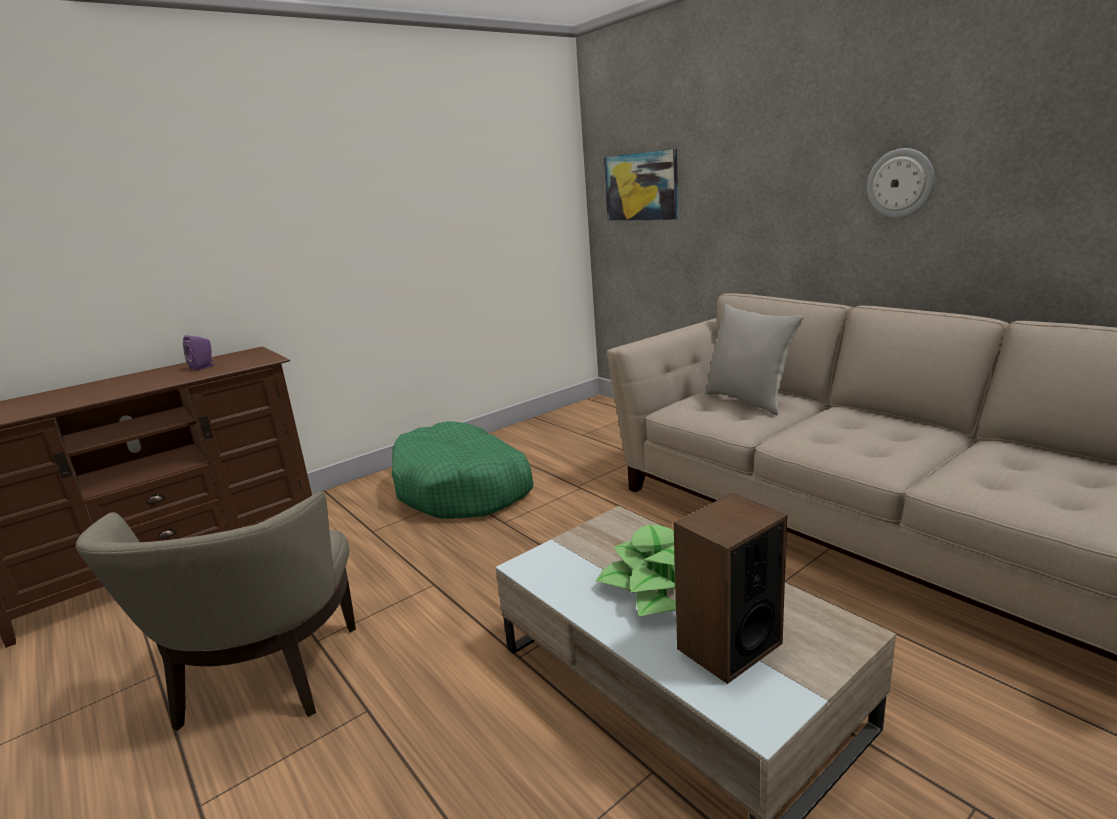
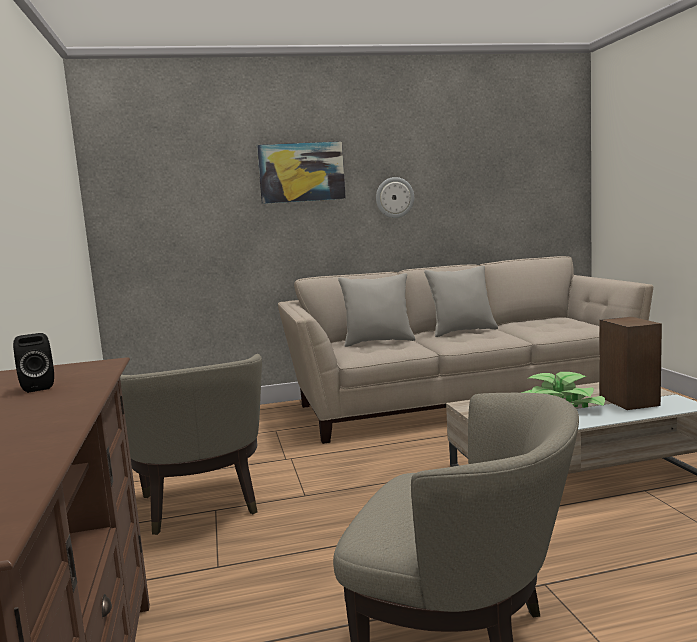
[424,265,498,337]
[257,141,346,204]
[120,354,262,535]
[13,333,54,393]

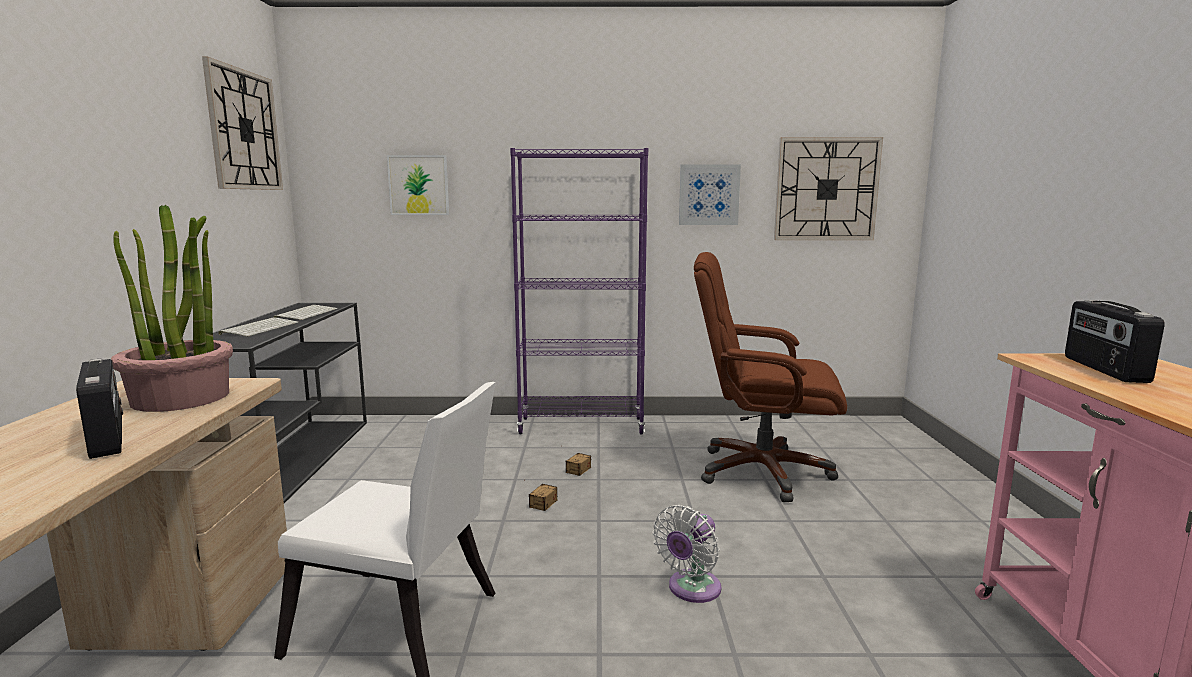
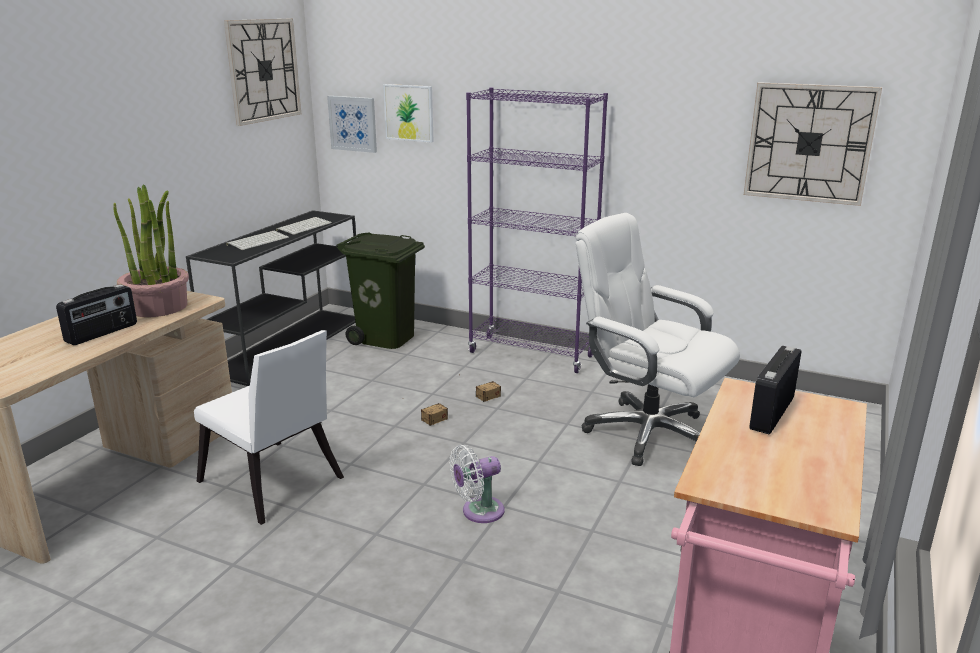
[336,232,425,349]
[327,96,377,153]
[576,213,740,466]
[56,284,137,345]

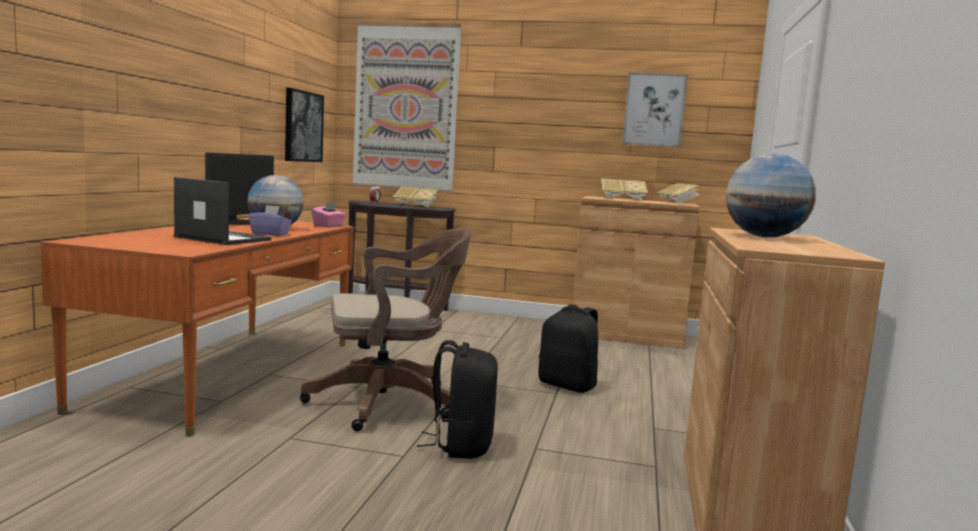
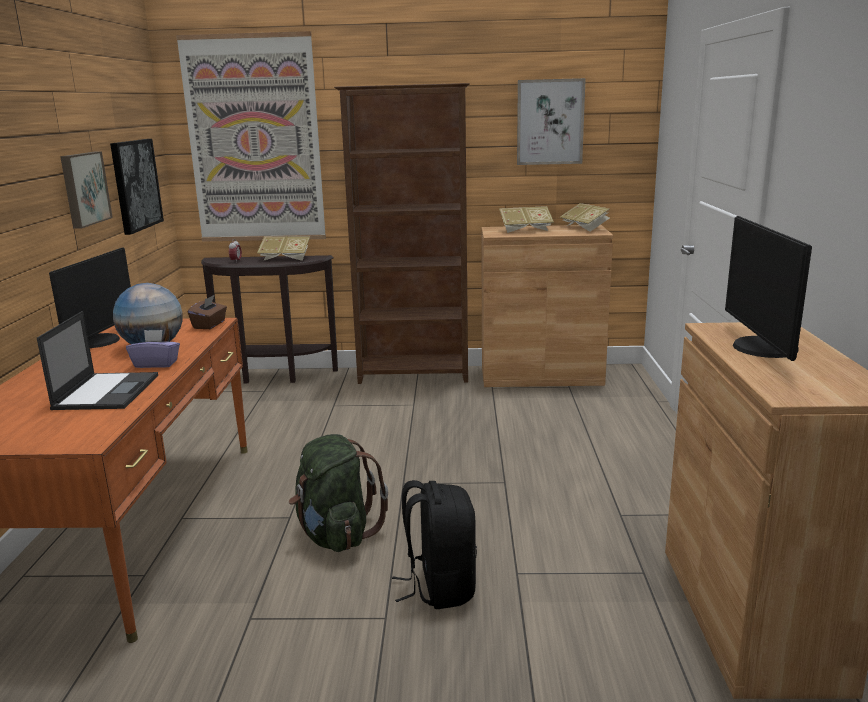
[539,304,598,393] (first image)
[60,151,113,229]
[334,83,470,384]
[289,434,388,552]
[725,216,812,361]
[188,295,227,329]
[37,311,158,410]

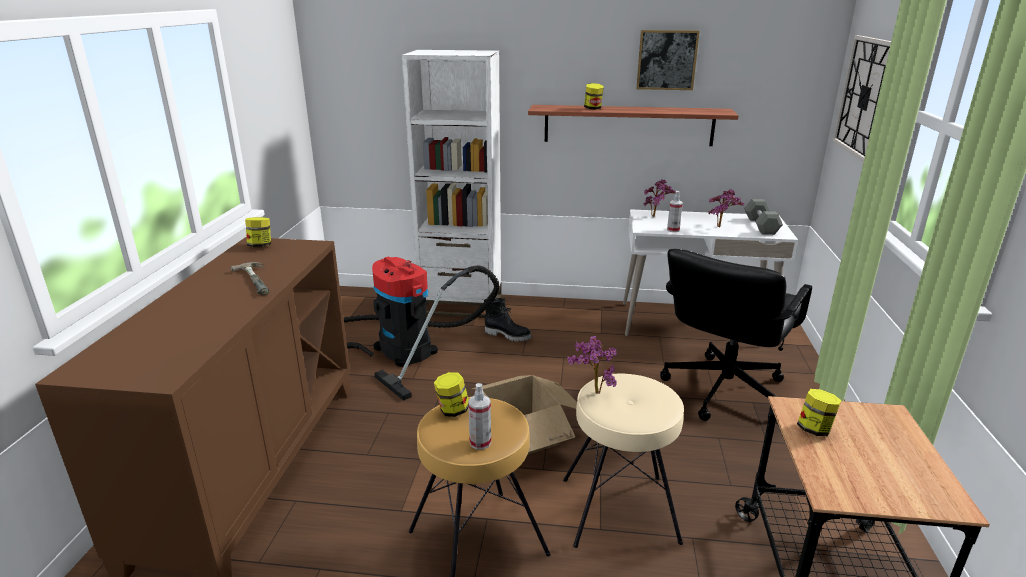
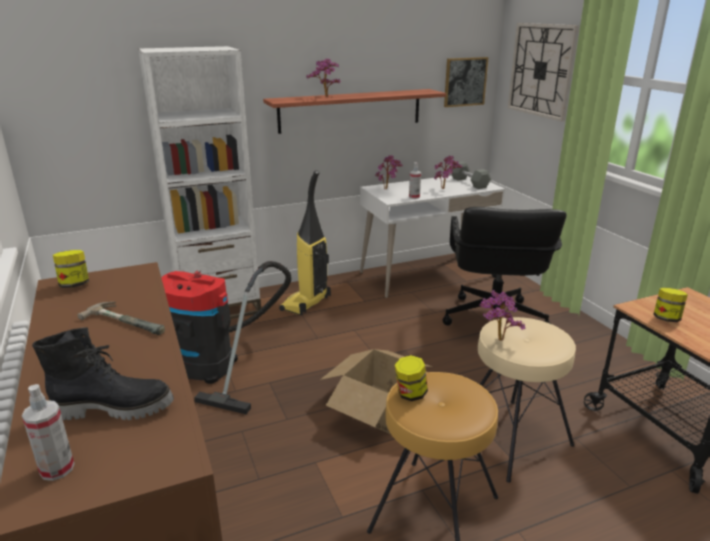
[279,170,331,315]
[22,384,74,481]
[32,327,174,420]
[444,57,489,107]
[307,59,341,97]

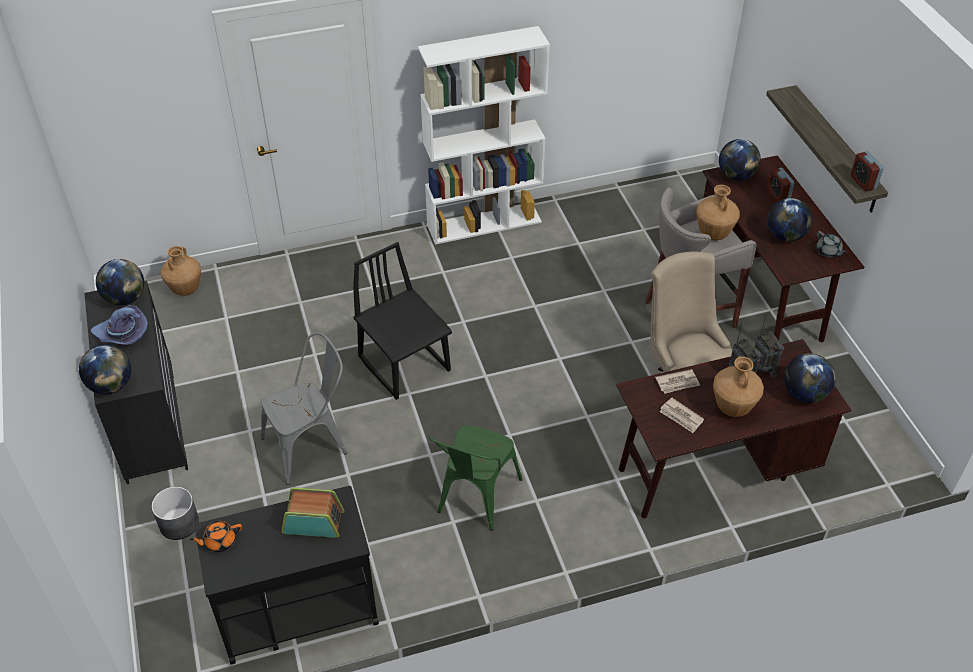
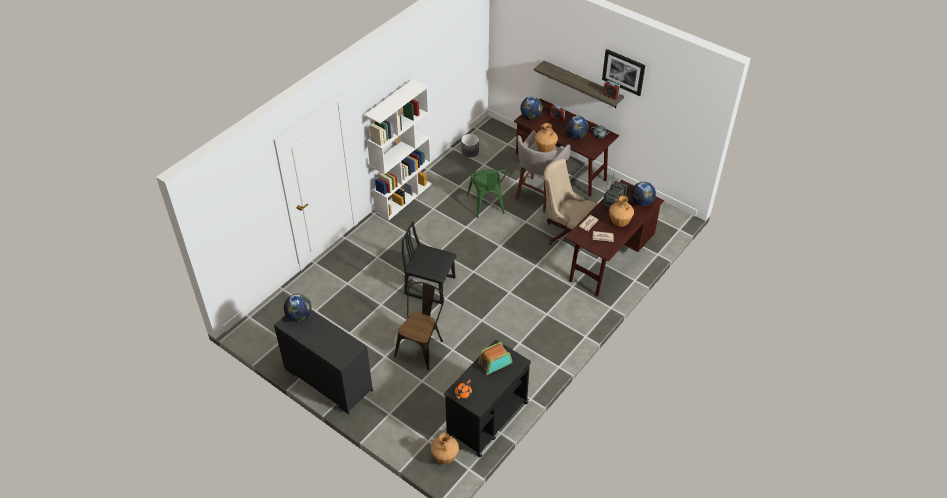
[79,345,131,394] (first image)
[91,305,148,345] (first image)
[602,49,645,96]
[461,134,479,157]
[431,432,459,464]
[467,169,509,218]
[394,282,444,370]

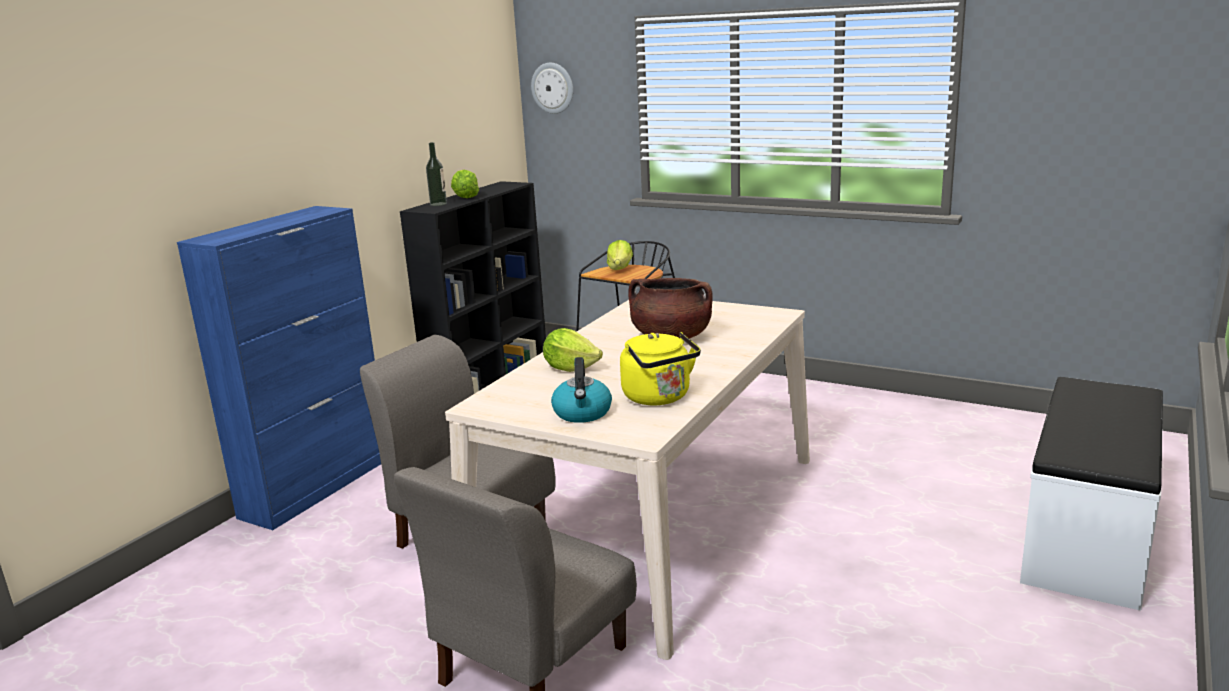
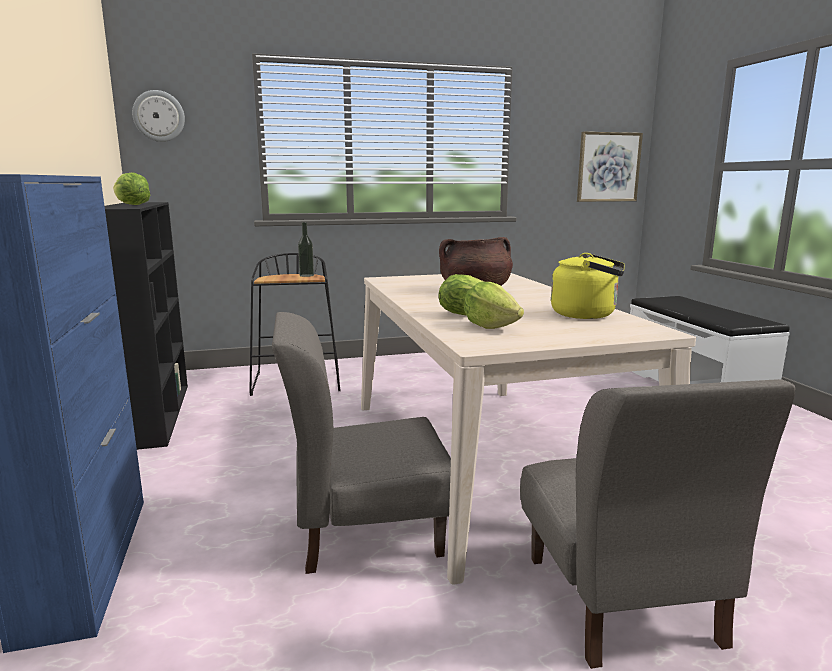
[551,357,612,423] (first image)
[577,132,643,202]
[298,222,314,277]
[464,282,524,329]

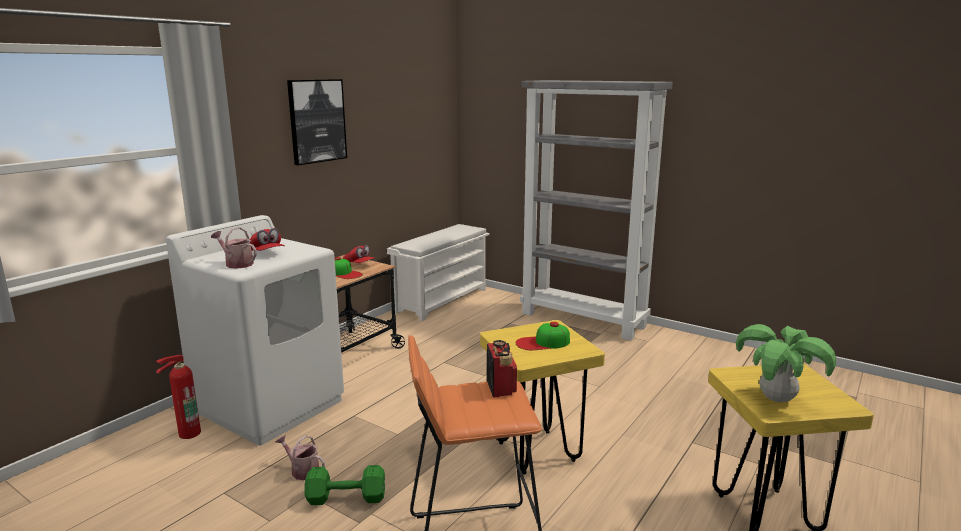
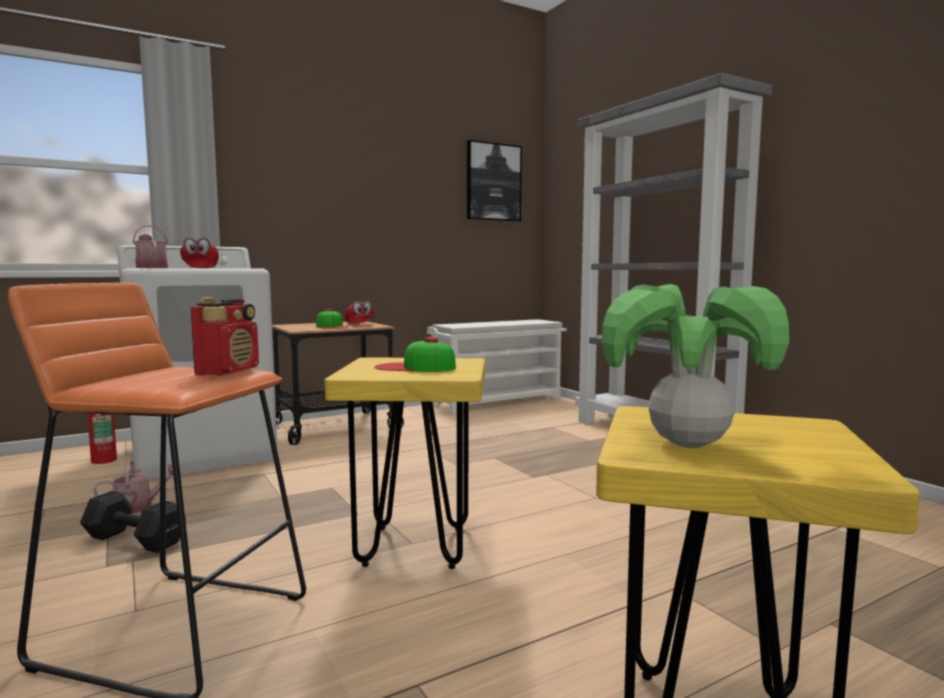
[467,140,522,222]
[80,491,186,553]
[93,459,181,514]

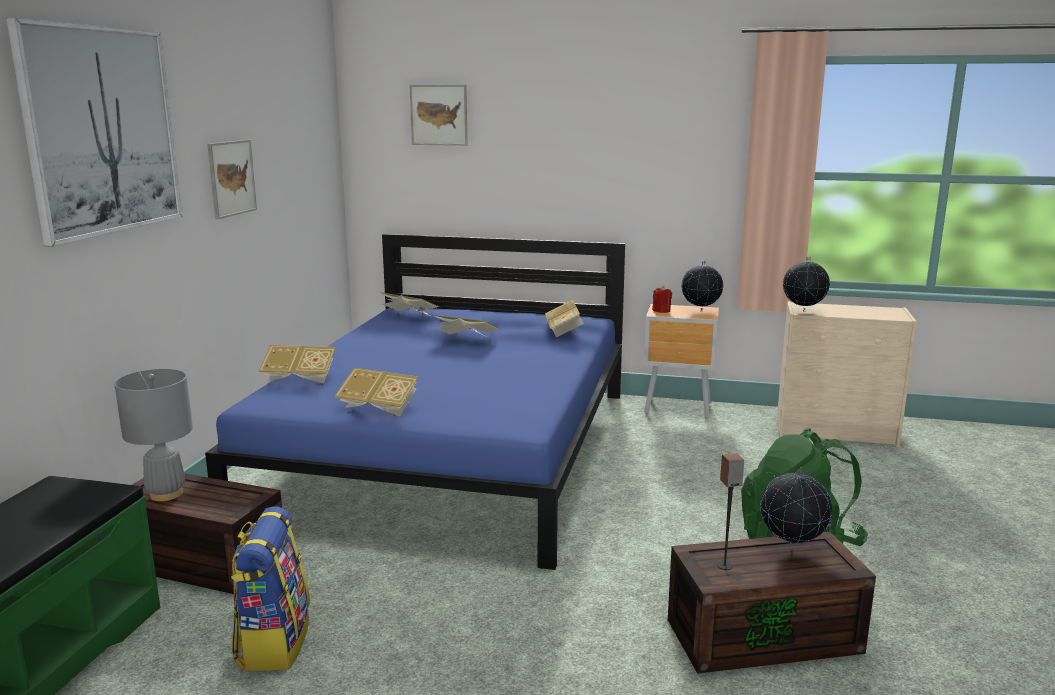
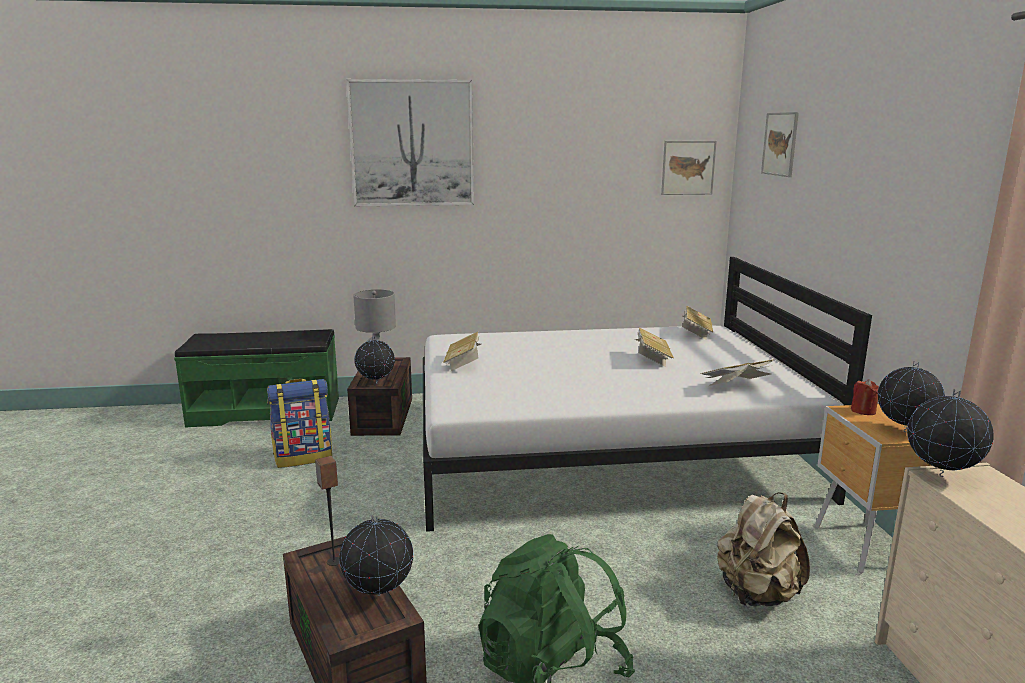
[258,345,336,383] (first image)
[355,336,395,384]
[717,492,810,607]
[661,141,717,195]
[423,257,872,532]

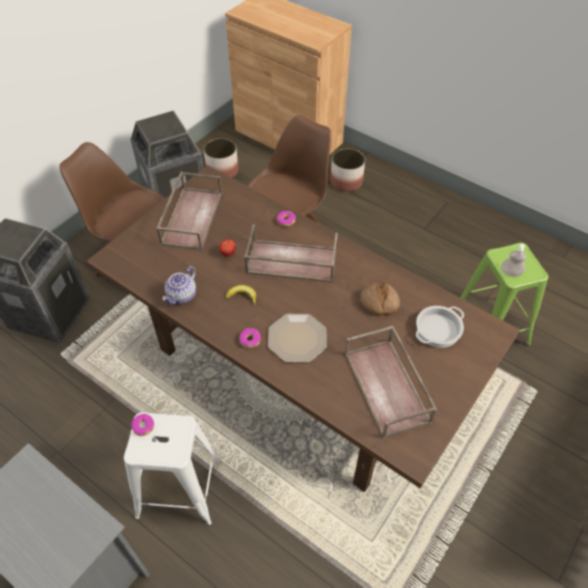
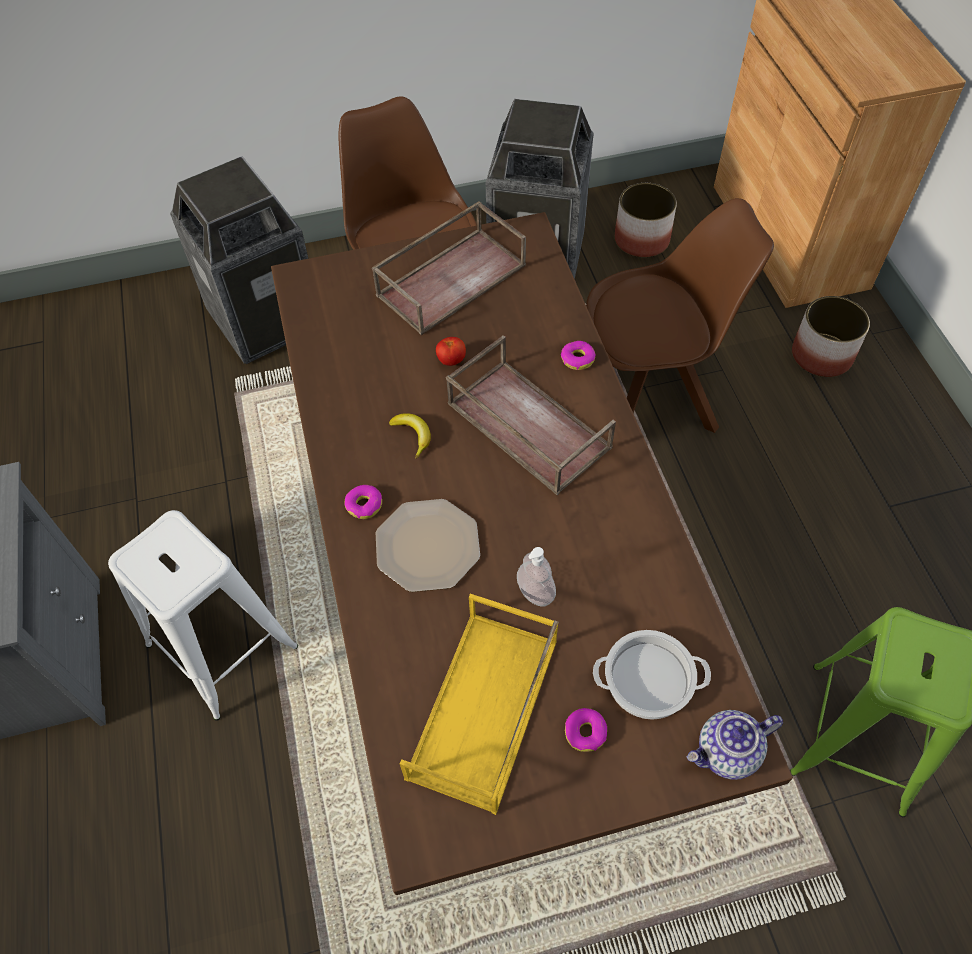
[360,283,400,315] (first image)
[565,708,607,752]
[687,710,783,780]
[517,547,556,607]
[400,594,559,815]

